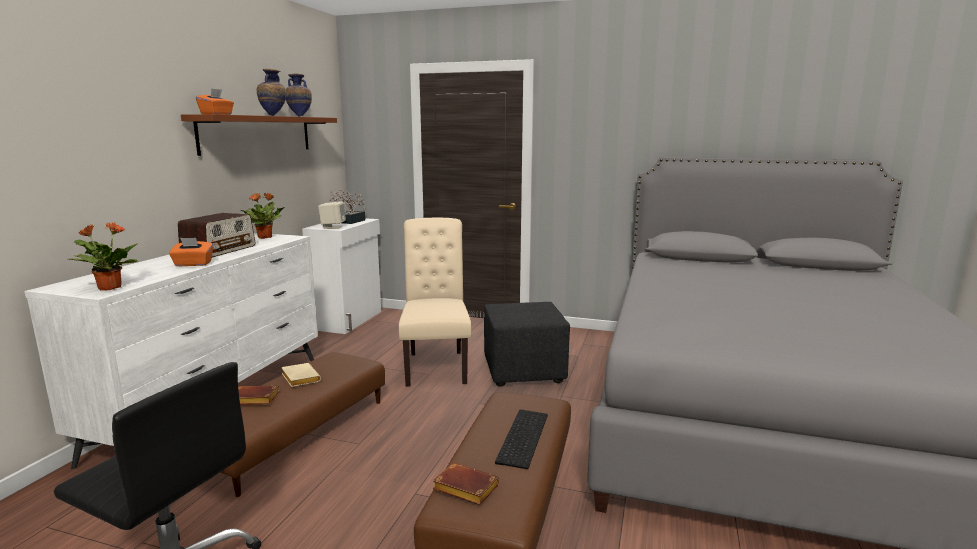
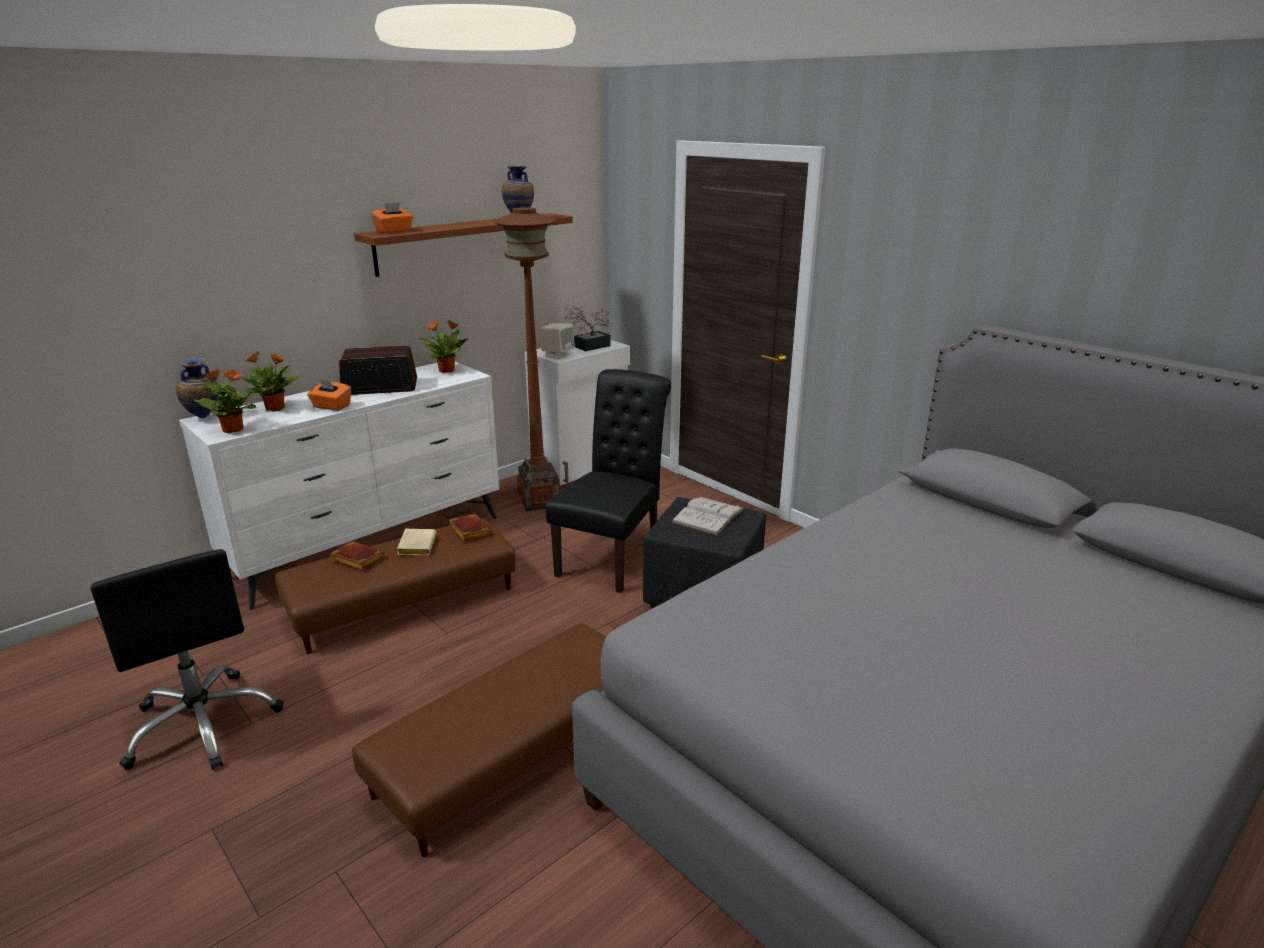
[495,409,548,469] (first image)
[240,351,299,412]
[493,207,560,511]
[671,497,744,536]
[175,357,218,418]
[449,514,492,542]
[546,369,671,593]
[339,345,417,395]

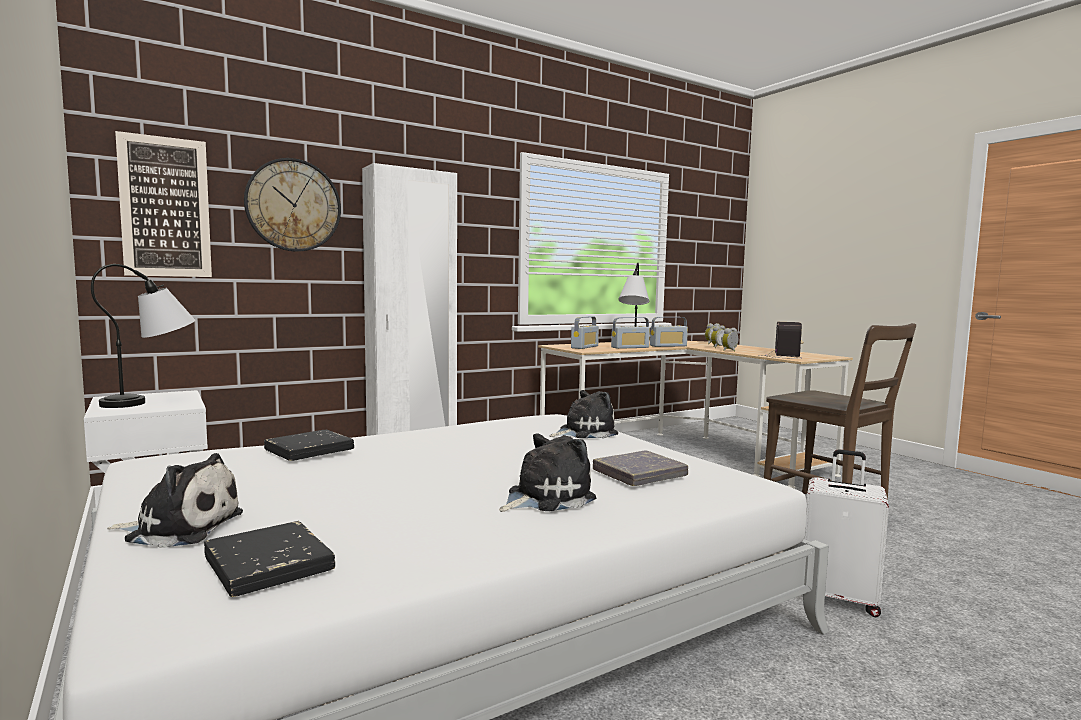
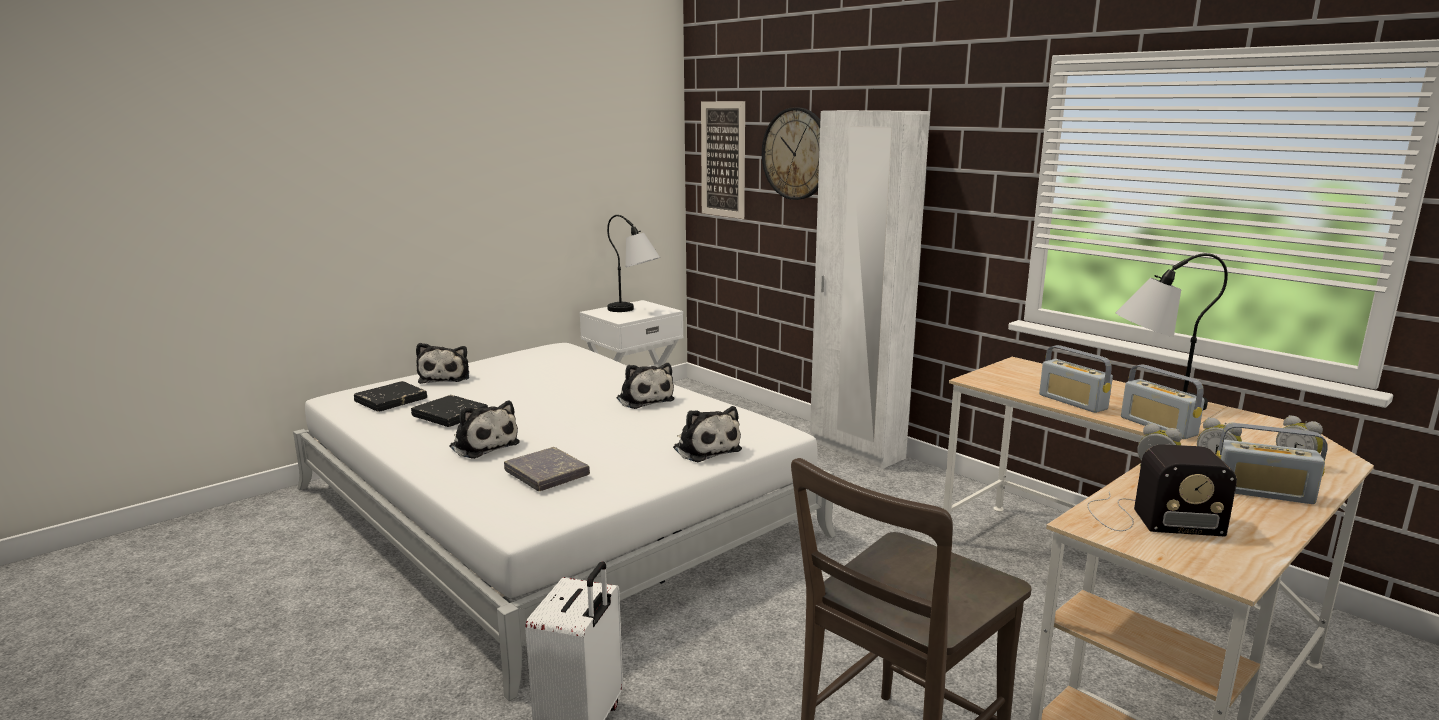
[617,363,675,409]
[411,395,488,427]
[1216,423,1328,504]

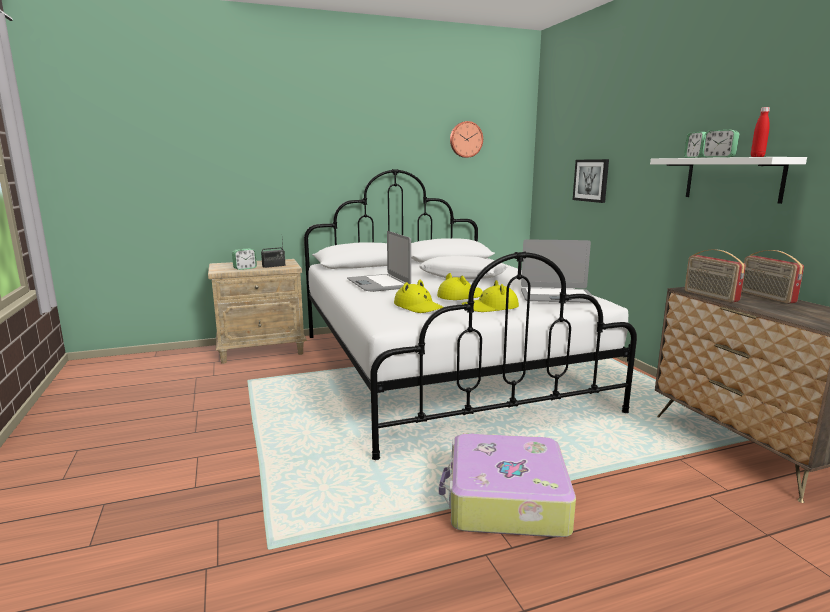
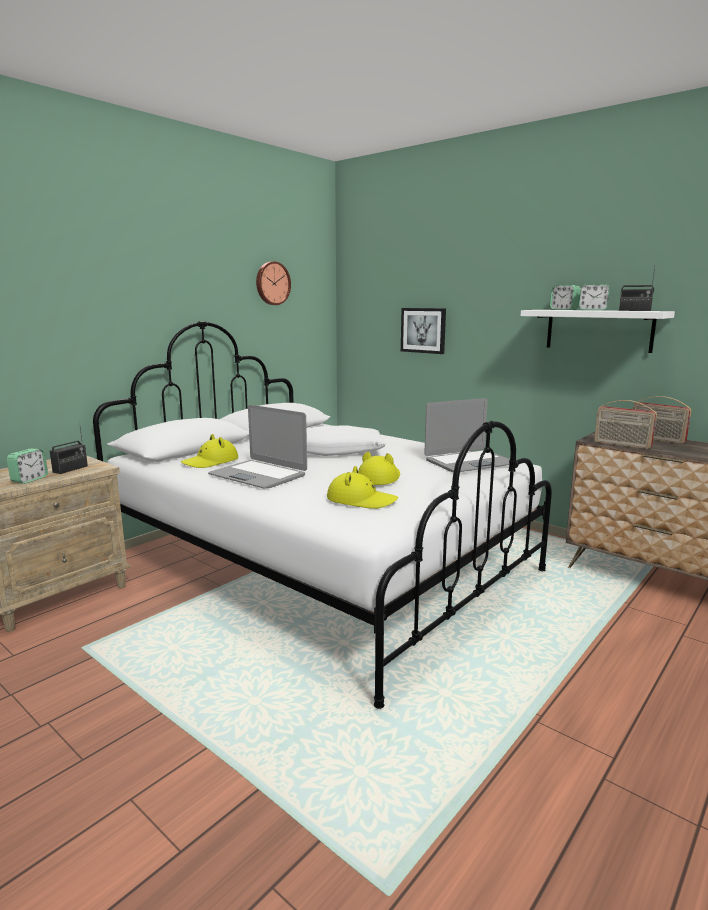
[439,434,576,537] (first image)
[181,434,238,468]
[619,268,655,311]

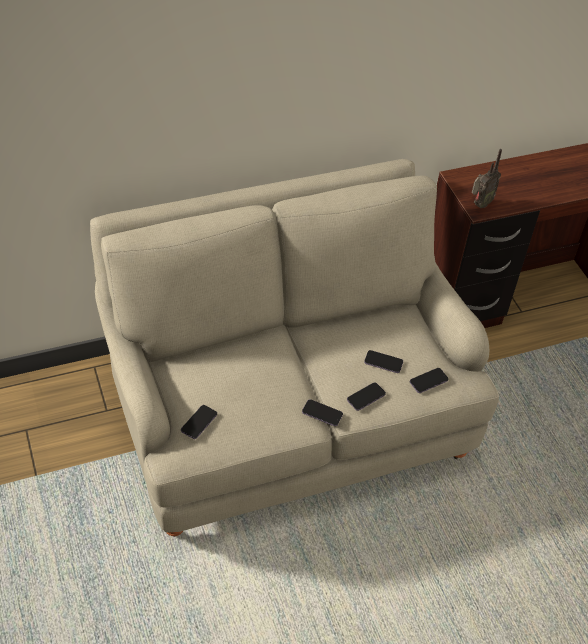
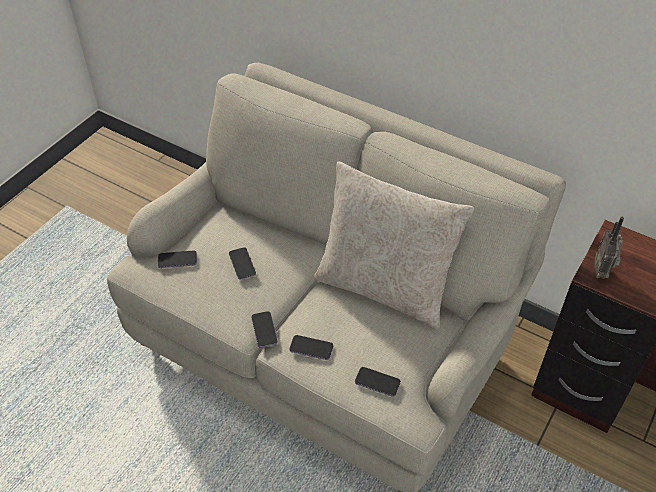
[314,161,474,330]
[229,247,256,280]
[594,217,624,279]

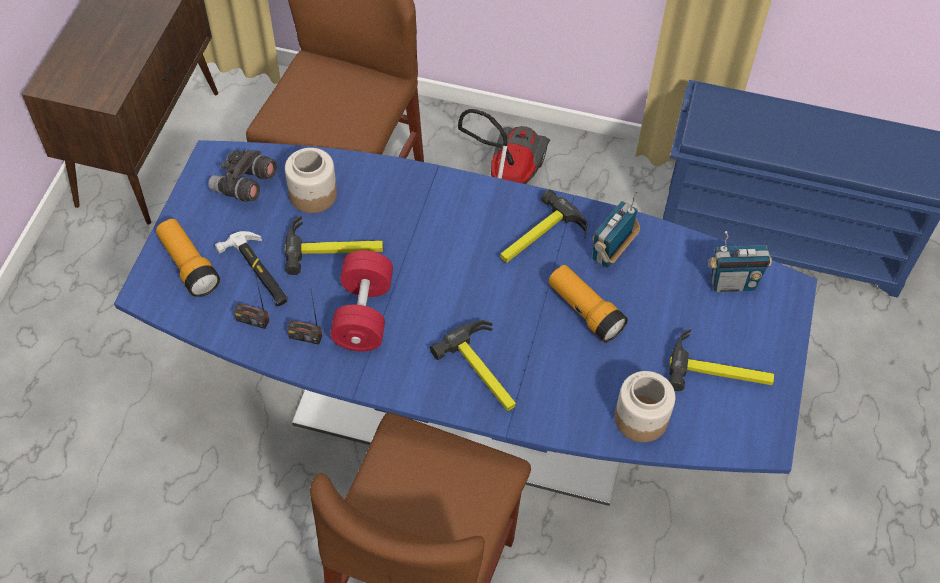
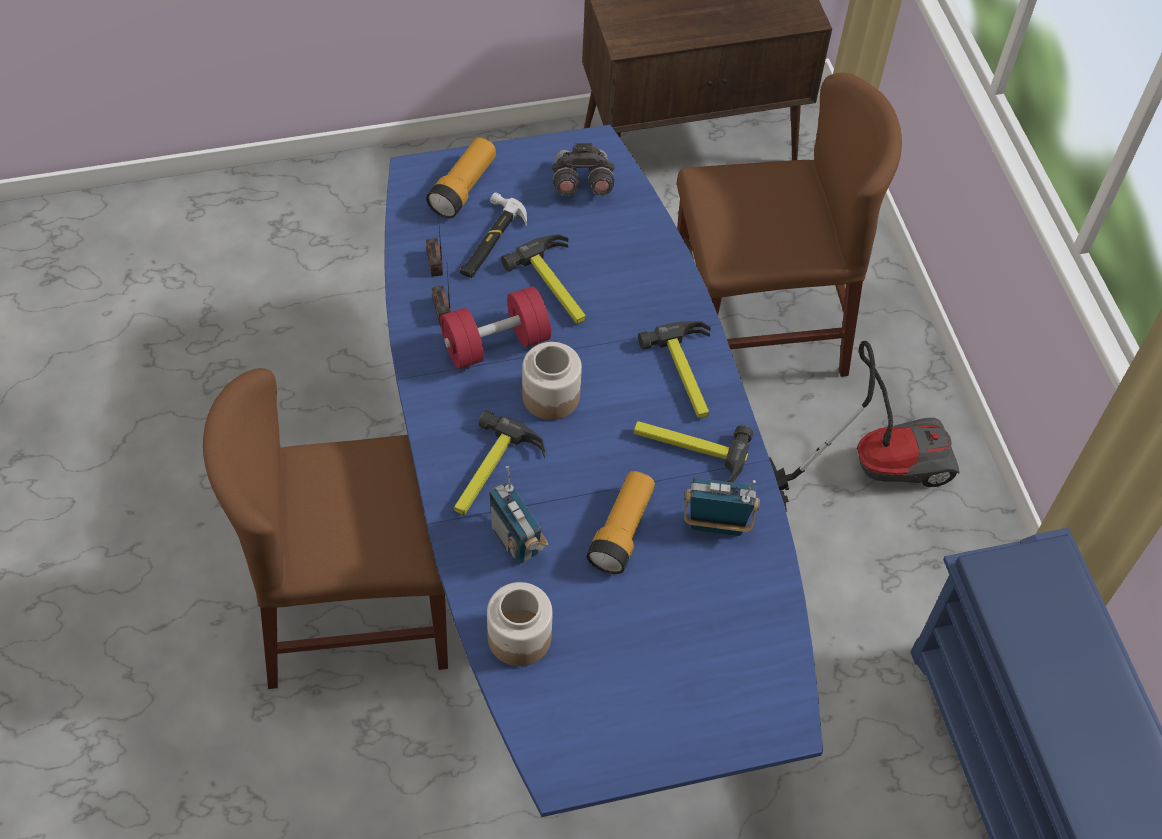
[522,342,582,420]
[638,321,711,418]
[489,466,548,564]

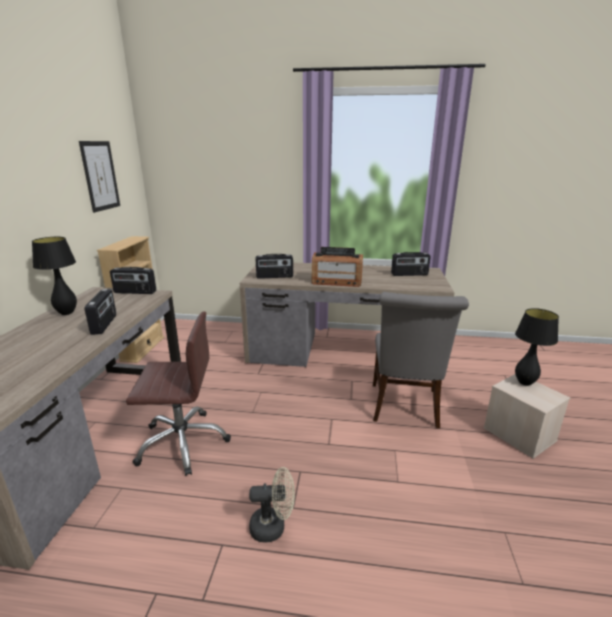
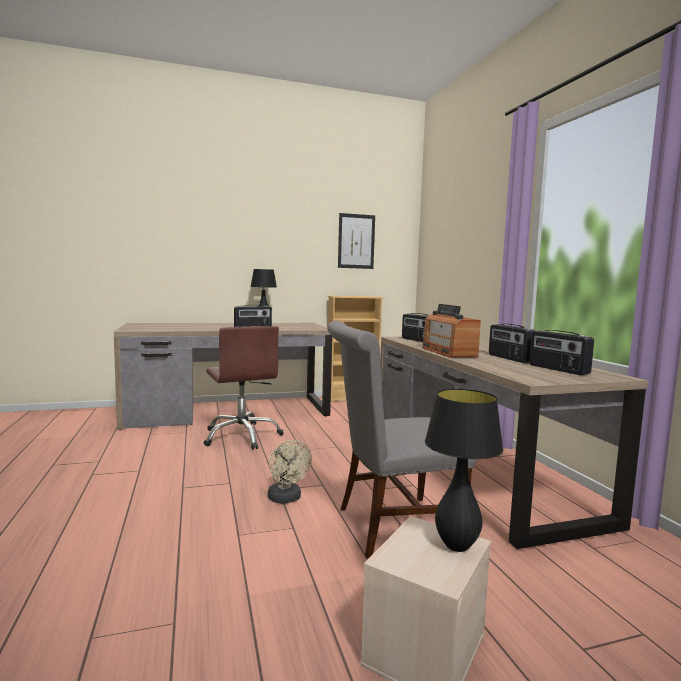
[489,324,535,363]
[268,440,312,504]

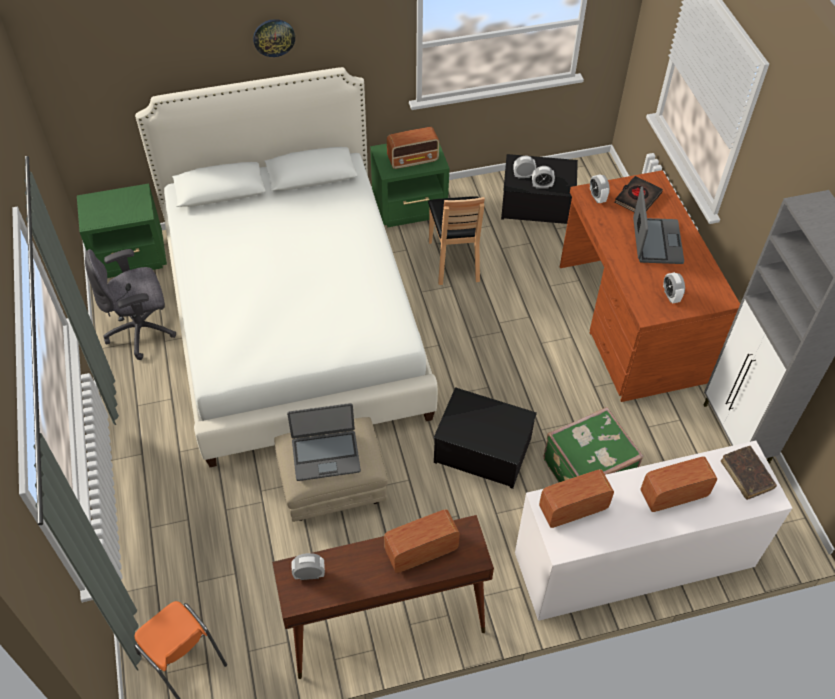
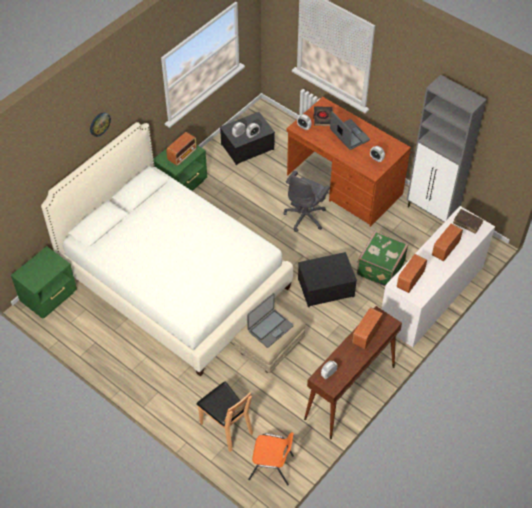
[283,171,330,232]
[197,381,253,452]

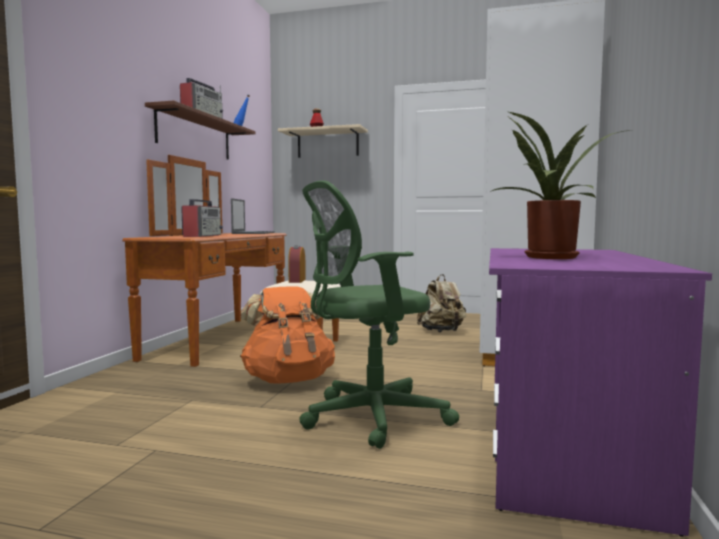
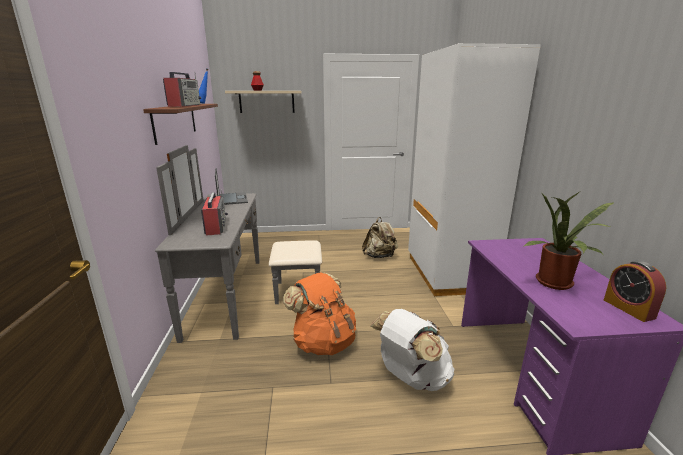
[604,261,666,322]
[371,309,454,391]
[155,145,322,343]

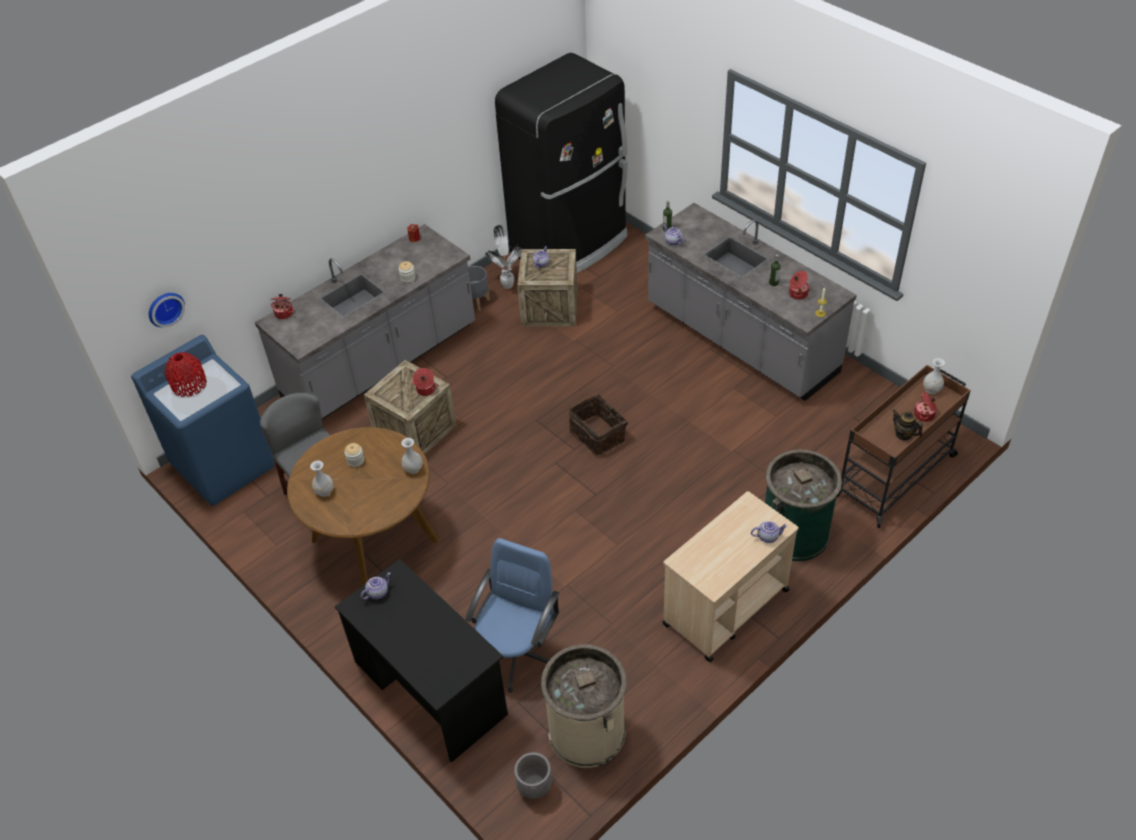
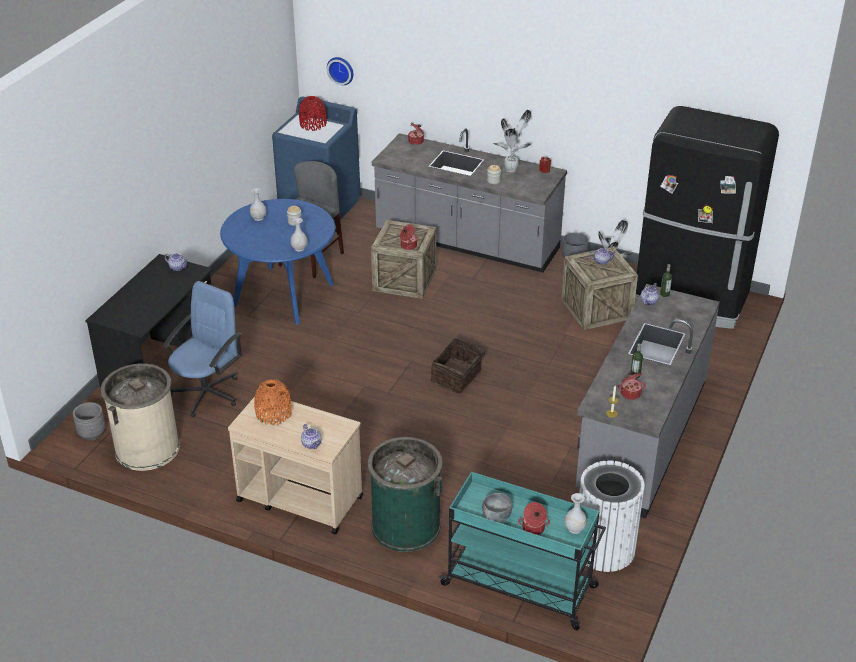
[254,379,292,425]
[493,110,532,172]
[579,460,645,572]
[482,493,512,523]
[220,199,335,325]
[439,472,606,630]
[163,281,242,417]

